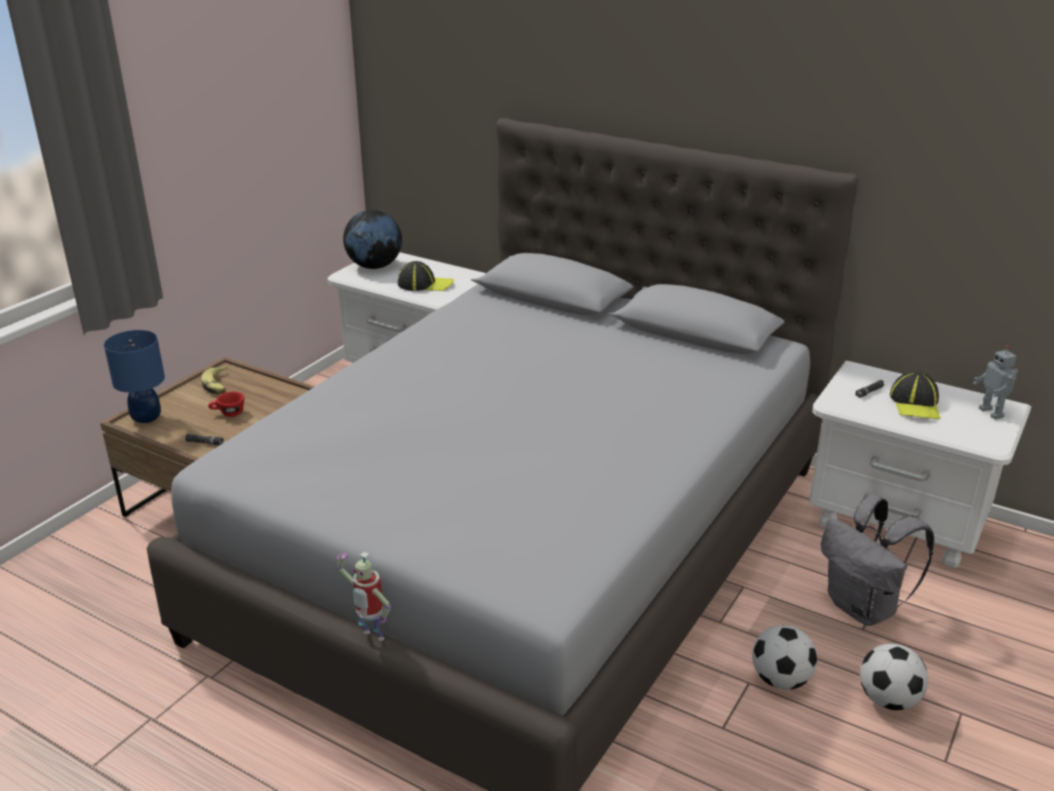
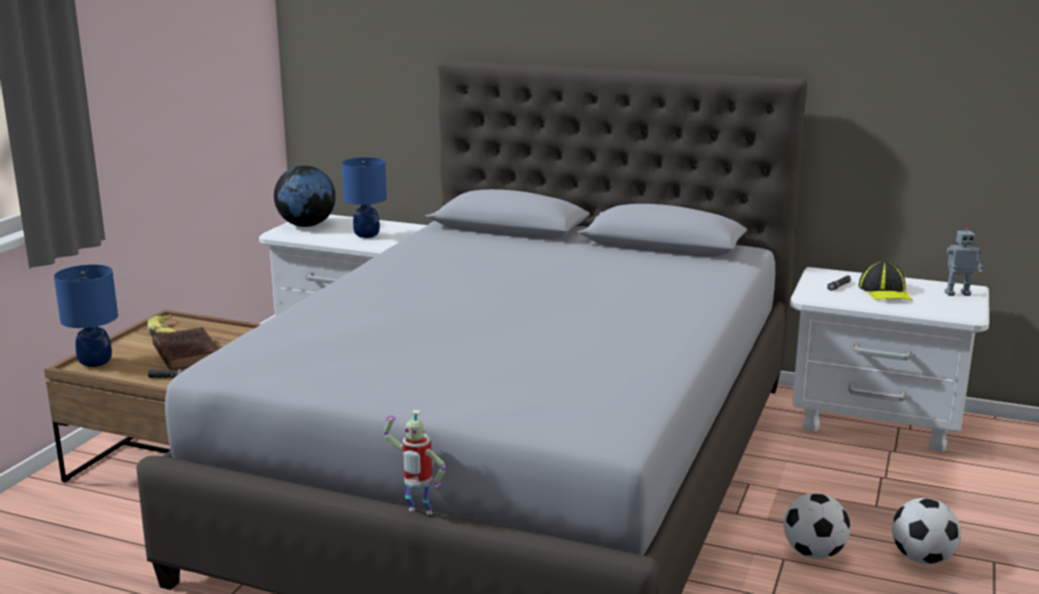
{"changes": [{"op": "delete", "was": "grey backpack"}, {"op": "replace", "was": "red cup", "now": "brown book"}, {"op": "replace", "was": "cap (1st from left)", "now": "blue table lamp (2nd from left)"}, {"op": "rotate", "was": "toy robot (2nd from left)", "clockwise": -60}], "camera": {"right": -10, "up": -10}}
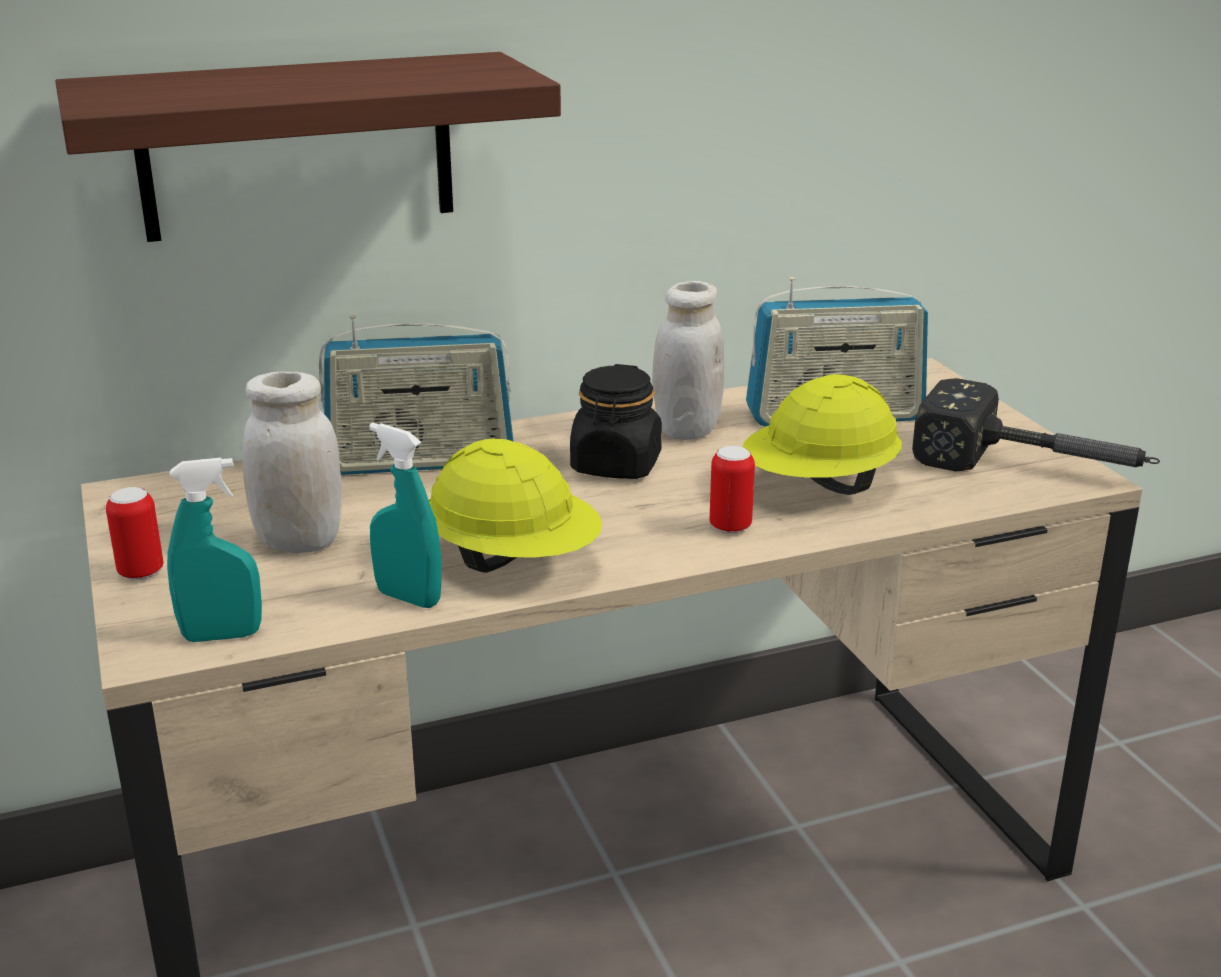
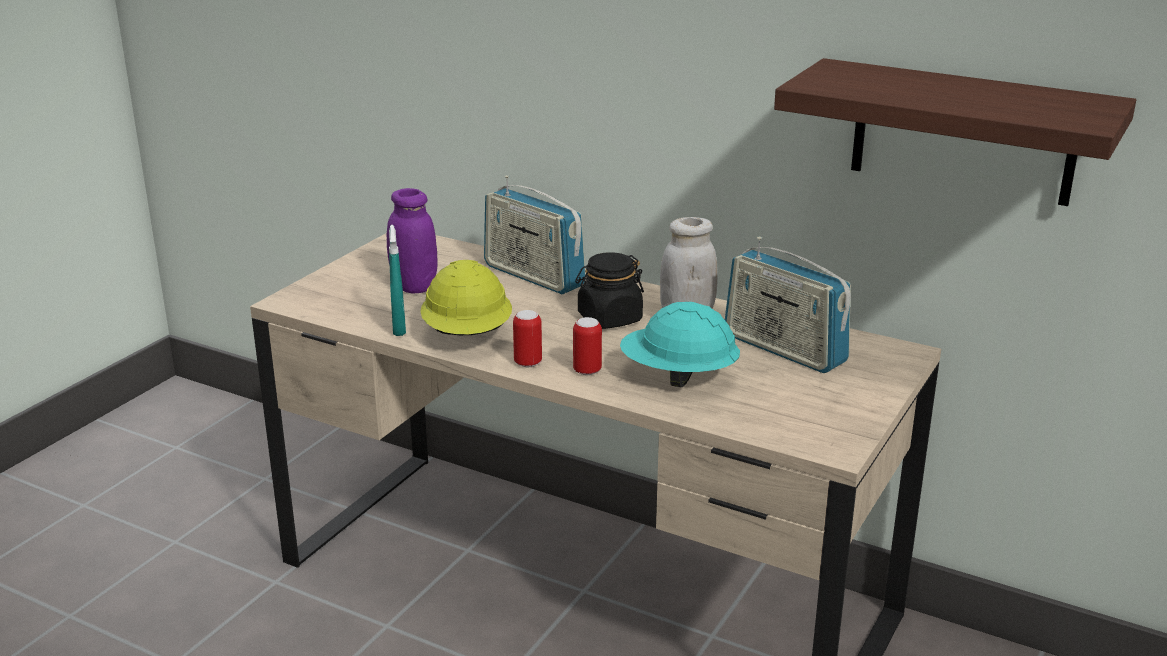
{"changes": [{"op": "delete", "was": "turquoise spray bottle (1st from left)"}, {"op": "delete", "was": "hammer"}, {"op": "move", "was": "shelf"}, {"op": "move", "was": "can (1st from left)"}, {"op": "recolor", "was": "white jar (1st from left)", "now": "purple jar"}, {"op": "recolor", "was": "yellow hard hat (2nd from left)", "now": "turquoise hard hat"}], "camera": {"right": 50, "up": 0}}
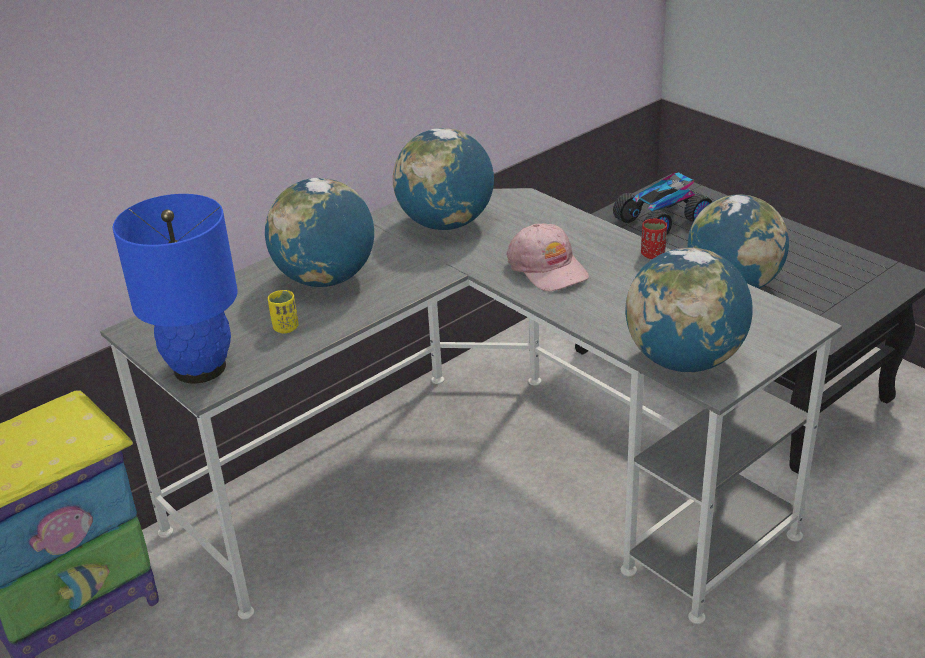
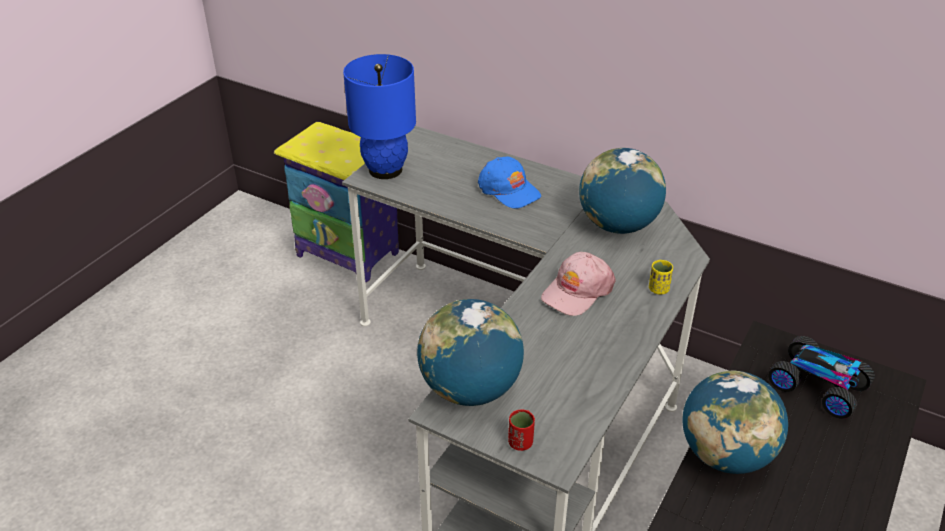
{"changes": [{"op": "move", "was": "yellow cup"}, {"op": "move", "was": "red cup"}, {"op": "replace", "was": "globe (1st from left)", "now": "blue cap"}], "camera": {"right": 70, "up": 5}}
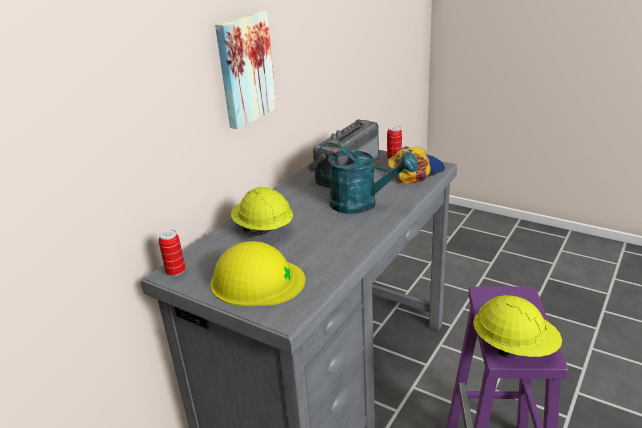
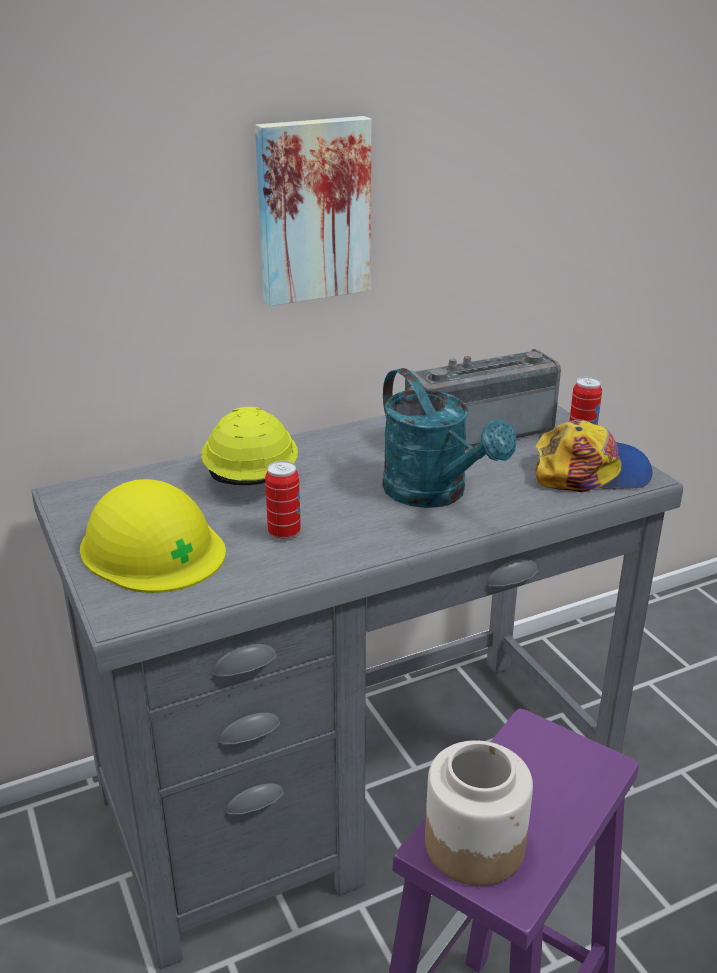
{"changes": [{"op": "move", "was": "can (1st from left)"}, {"op": "replace", "was": "yellow hard hat (3rd from left)", "now": "jar"}], "camera": {"right": 30, "up": 0}}
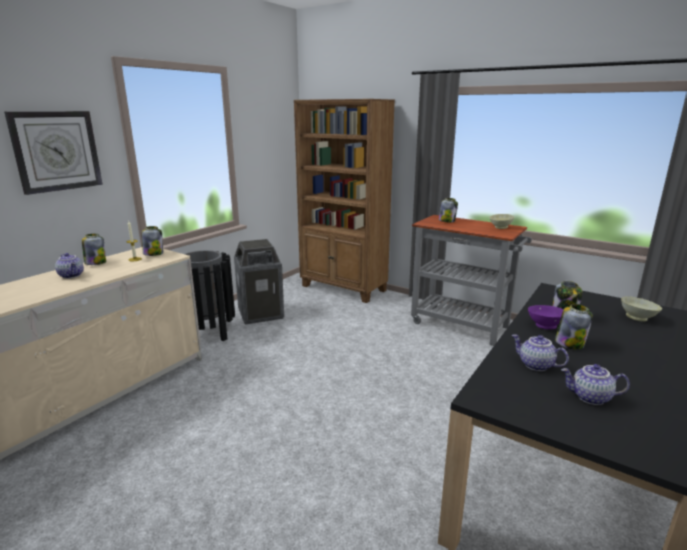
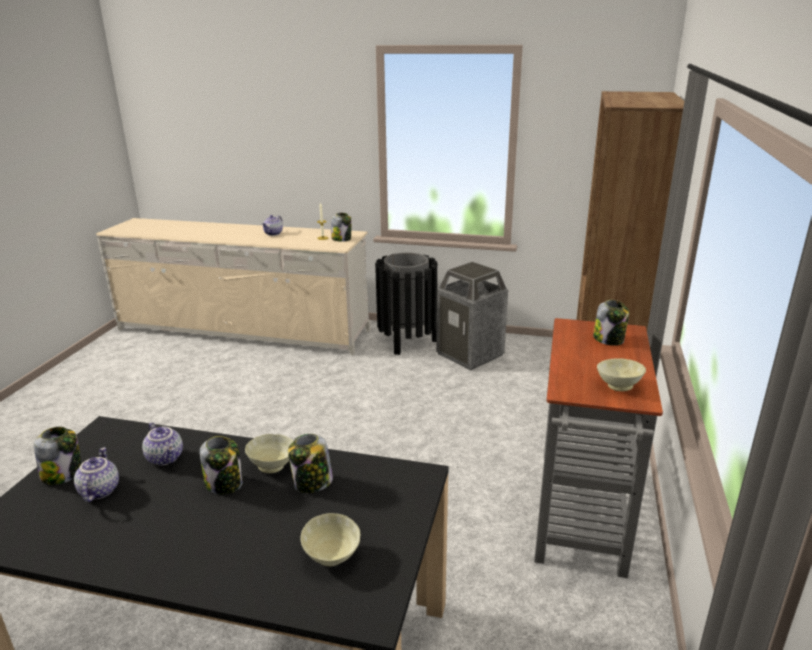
{"changes": [{"op": "delete", "was": "wall clock"}, {"op": "move", "was": "jar (1st from left)"}, {"op": "recolor", "was": "purple bowl", "now": "beige bowl (1st from left)"}, {"op": "rotate", "was": "teapot (2nd from left)", "clockwise": 120}], "camera": {"right": 70, "up": 5}}
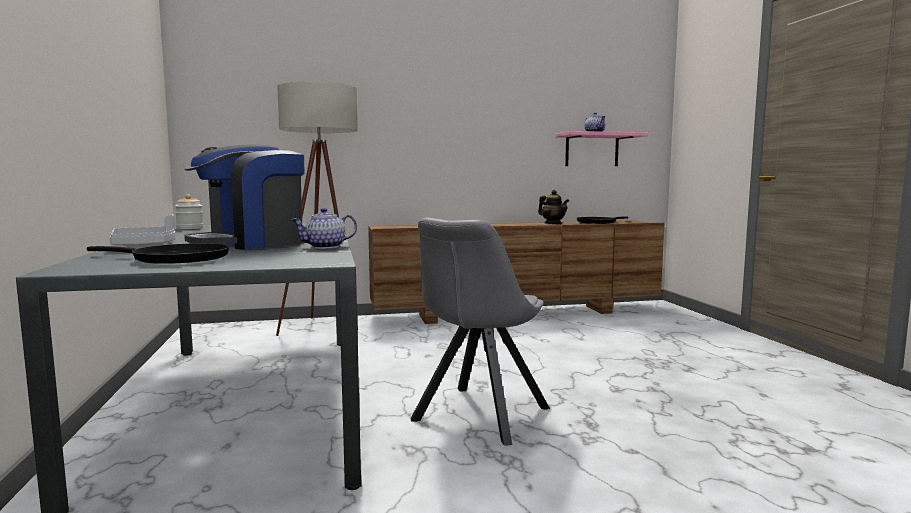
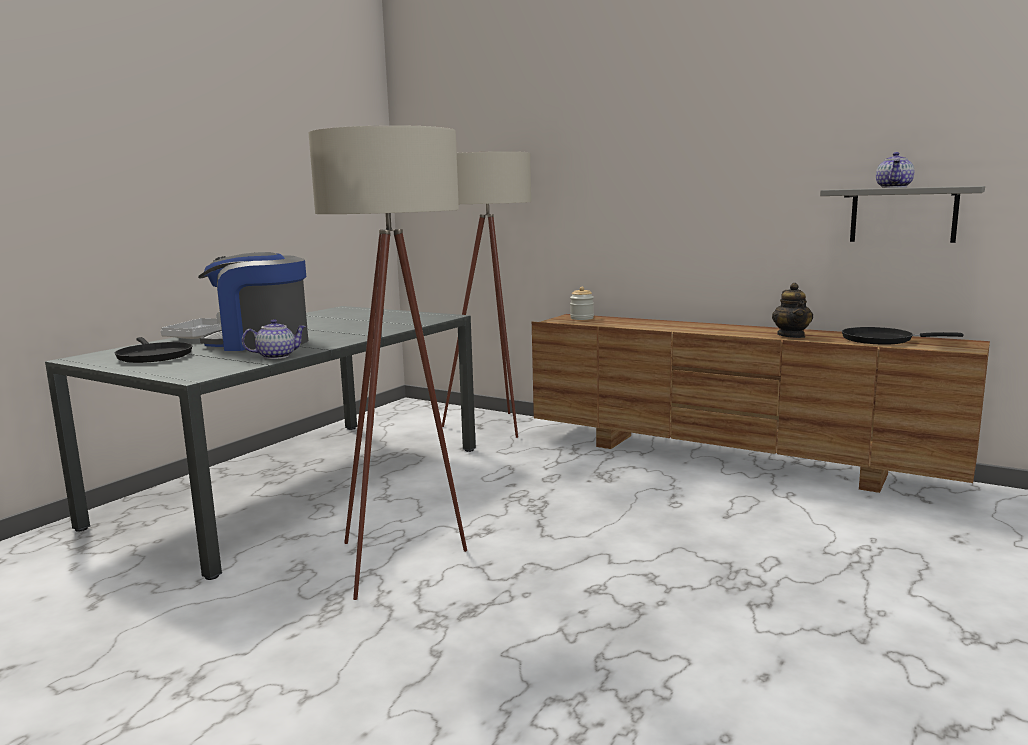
{"changes": [{"op": "move", "was": "jar"}, {"op": "replace", "was": "grey chair", "now": "beige floor lamp (1st from left)"}, {"op": "recolor", "was": "pink shelf", "now": "grey shelf"}, {"op": "rotate", "was": "teapot (1st from left)", "clockwise": 135}], "camera": {"right": 45, "up": 5}}
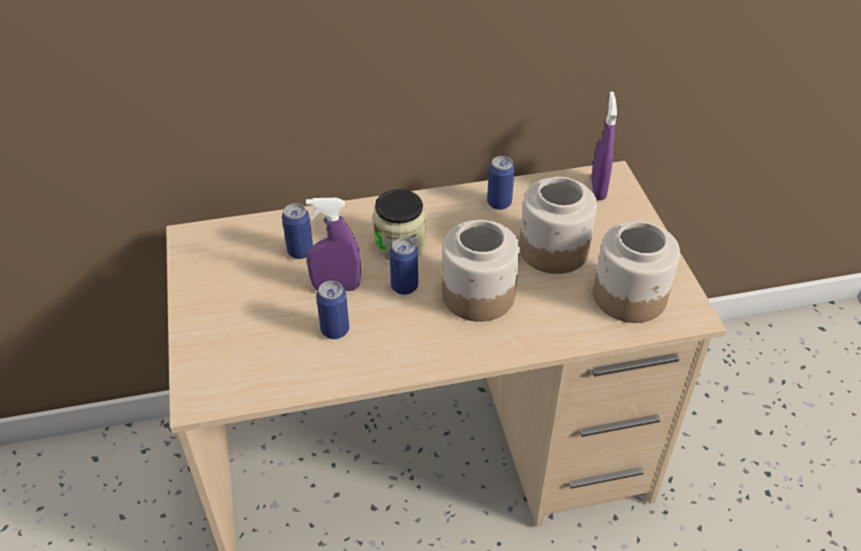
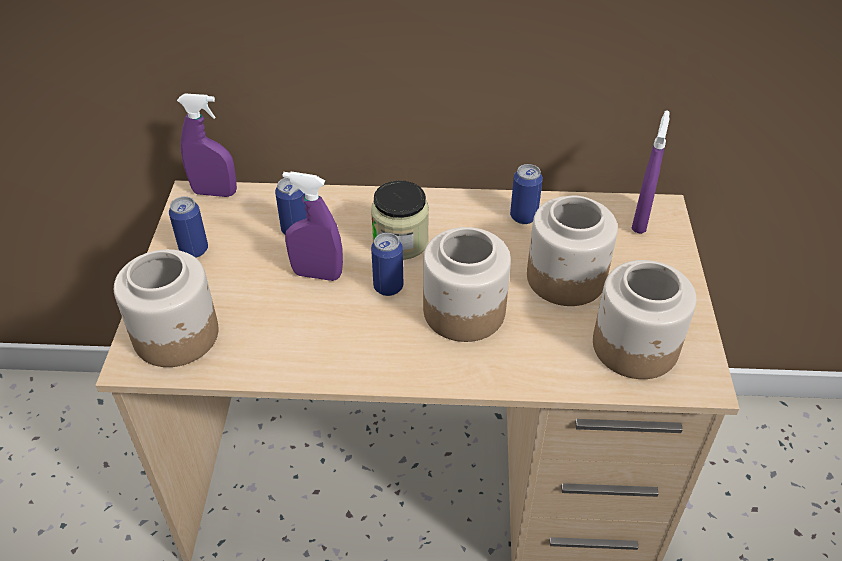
{"changes": [{"op": "insert", "now": "jar (1st from left)"}, {"op": "insert", "now": "purple spray bottle (1st from left)"}, {"op": "move", "was": "can (2nd from left in the first image)", "now": "can (1st from left)"}], "camera": {"right": 15, "up": 0}}
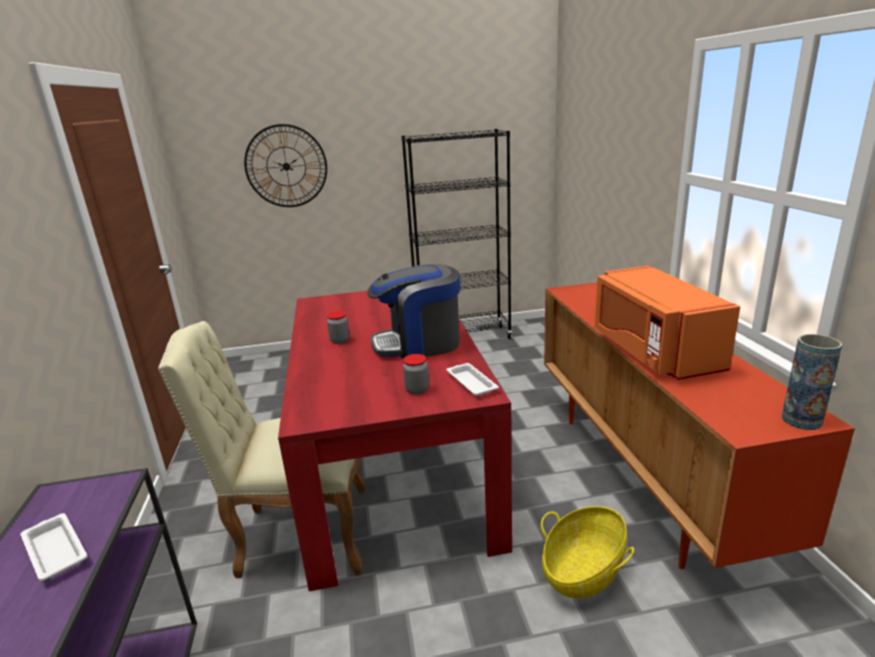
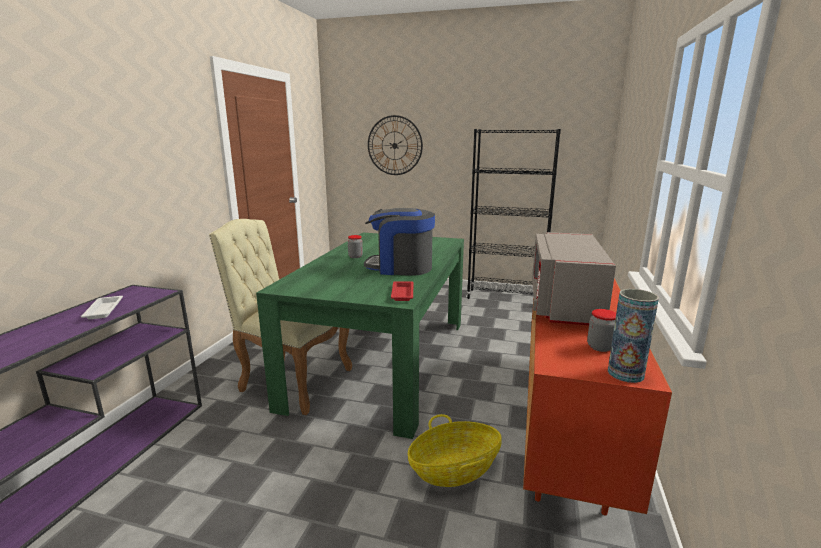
{"changes": [{"op": "move", "was": "jar (2nd from left)"}, {"op": "recolor", "was": "red dining table", "now": "green dining table"}, {"op": "recolor", "was": "white tray (2nd from left)", "now": "red tray"}, {"op": "recolor", "was": "orange microwave", "now": "grey microwave"}], "camera": {"right": 25, "up": -5}}
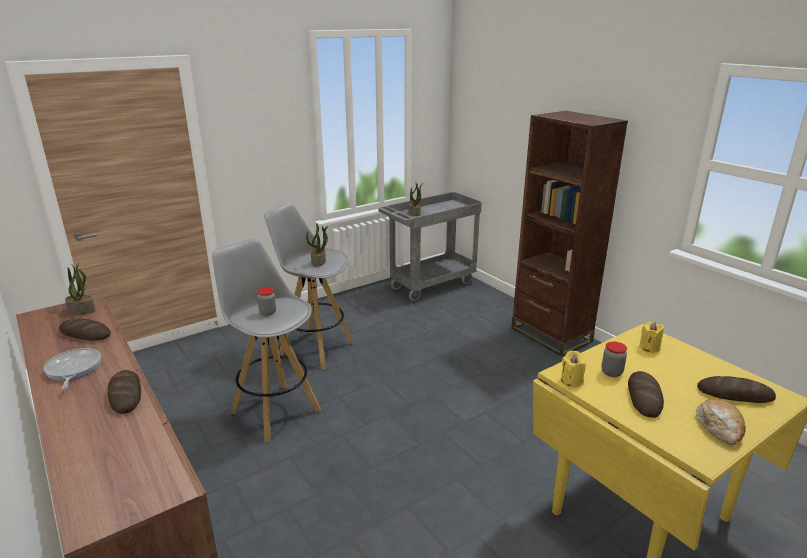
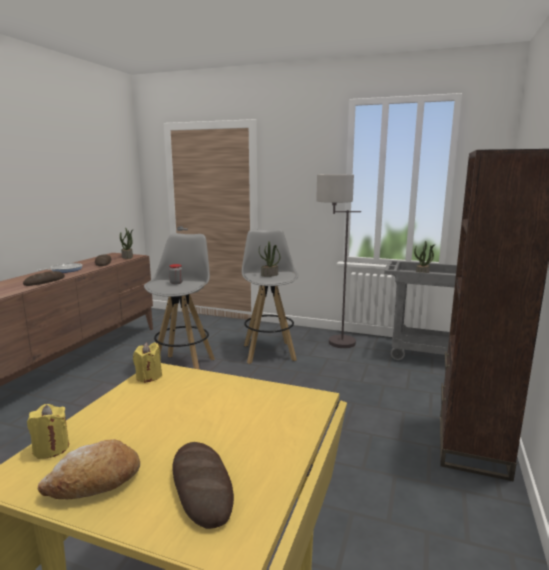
{"changes": [{"op": "delete", "was": "jar (2nd from left)"}, {"op": "delete", "was": "bread (3rd from left)"}, {"op": "insert", "now": "grey floor lamp"}, {"op": "move", "was": "yellow candle (2nd from left in the first image)", "now": "yellow candle (1st from left)"}], "camera": {"right": 55, "up": -10}}
